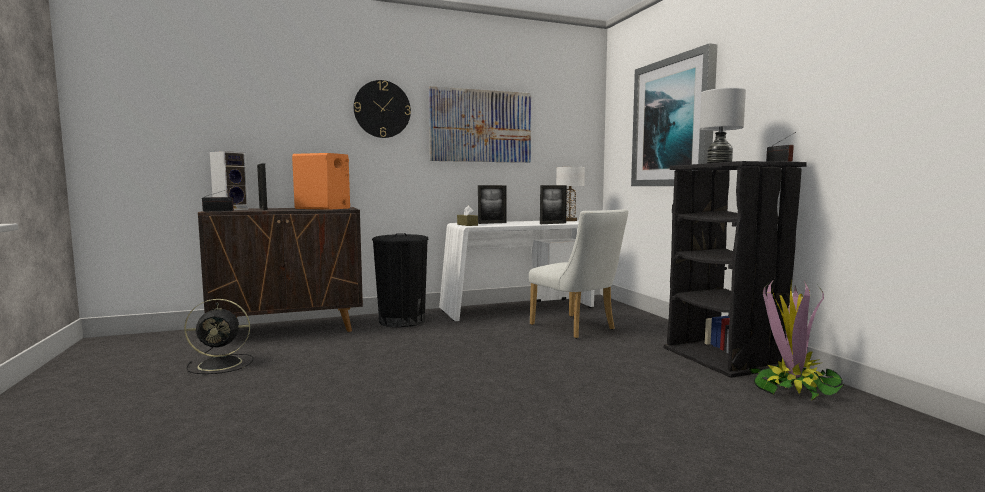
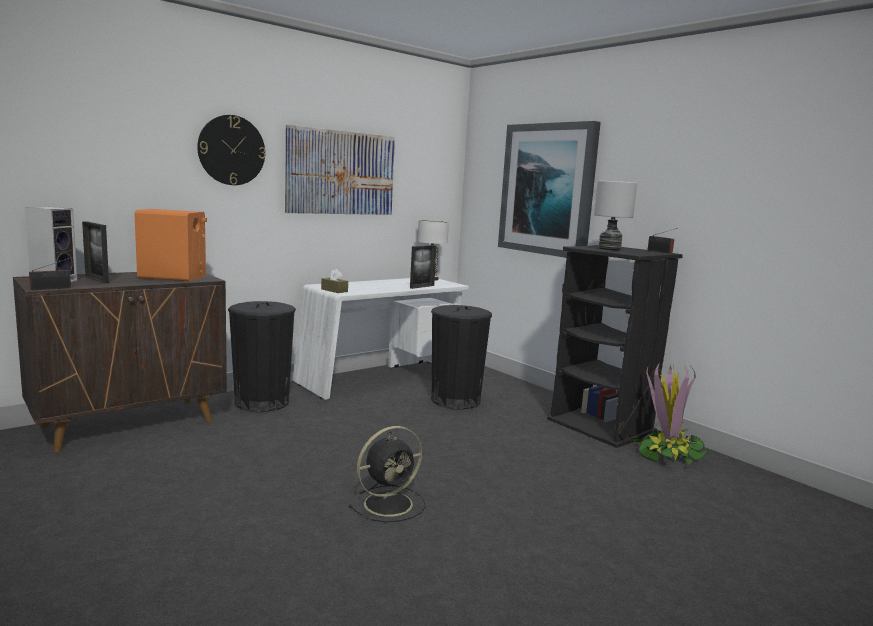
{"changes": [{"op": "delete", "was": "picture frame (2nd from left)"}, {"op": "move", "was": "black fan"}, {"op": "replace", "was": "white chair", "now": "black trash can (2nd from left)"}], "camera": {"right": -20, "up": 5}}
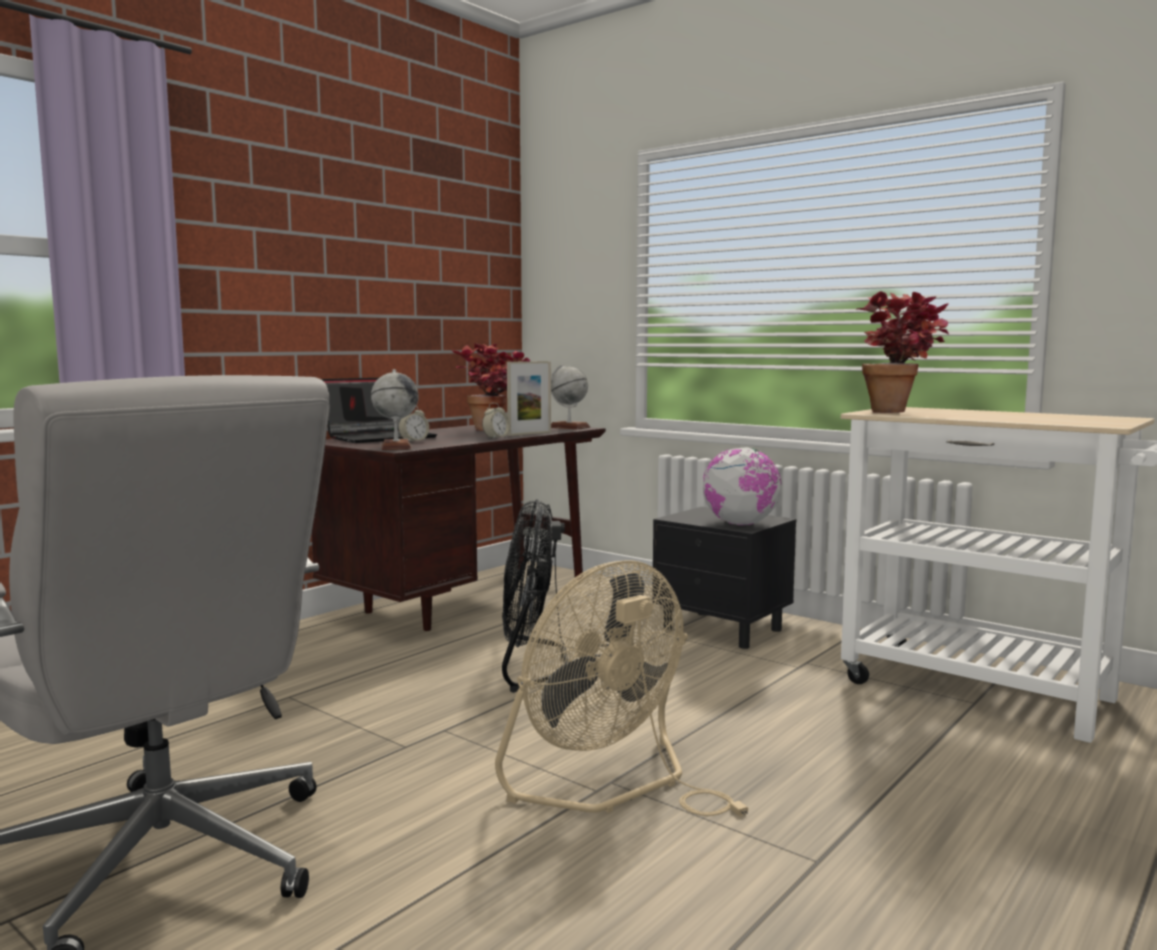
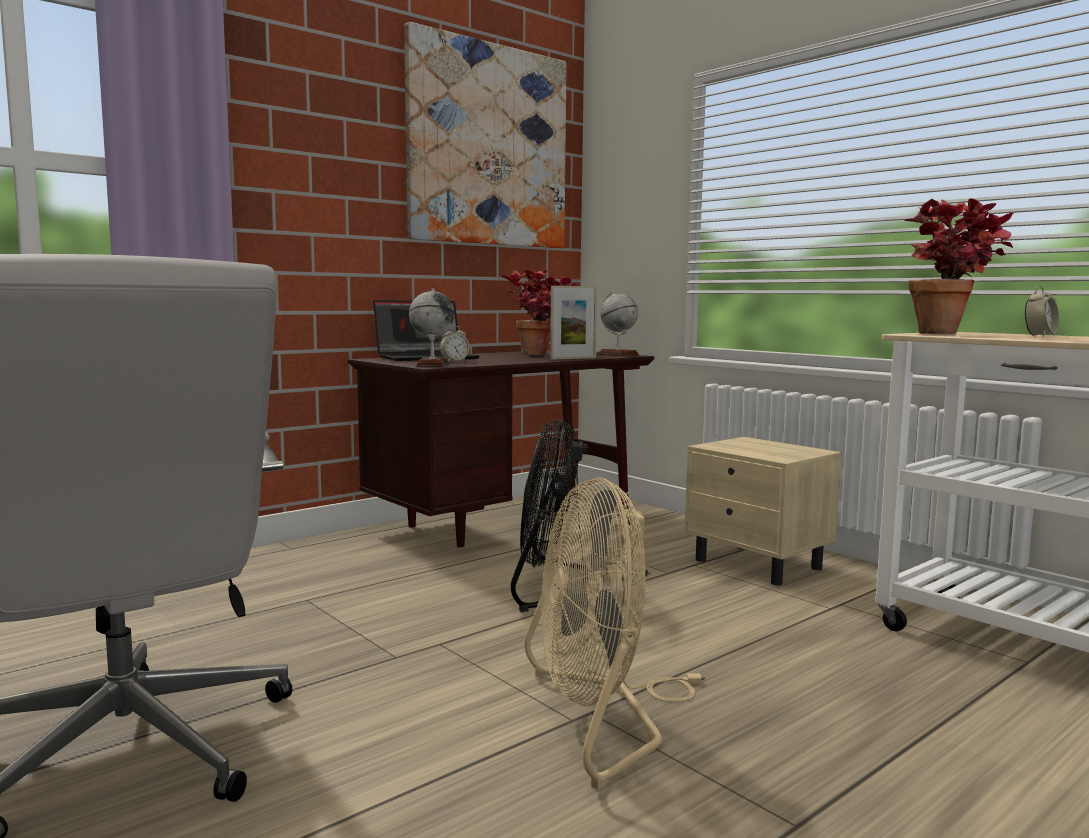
{"changes": [{"op": "delete", "was": "globe (3rd from left)"}, {"op": "insert", "now": "picture"}, {"op": "move", "was": "alarm clock (2nd from left)"}, {"op": "recolor", "was": "black nightstand", "now": "beige nightstand"}, {"op": "rotate", "was": "beige fan", "clockwise": -75}], "camera": {"right": 10, "up": 0}}
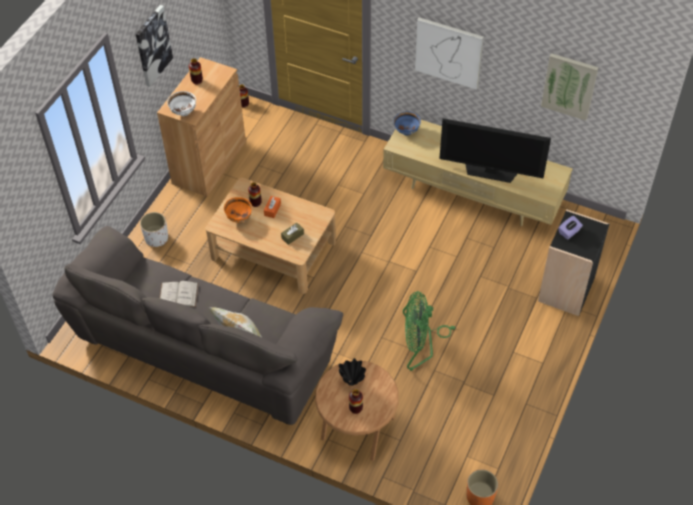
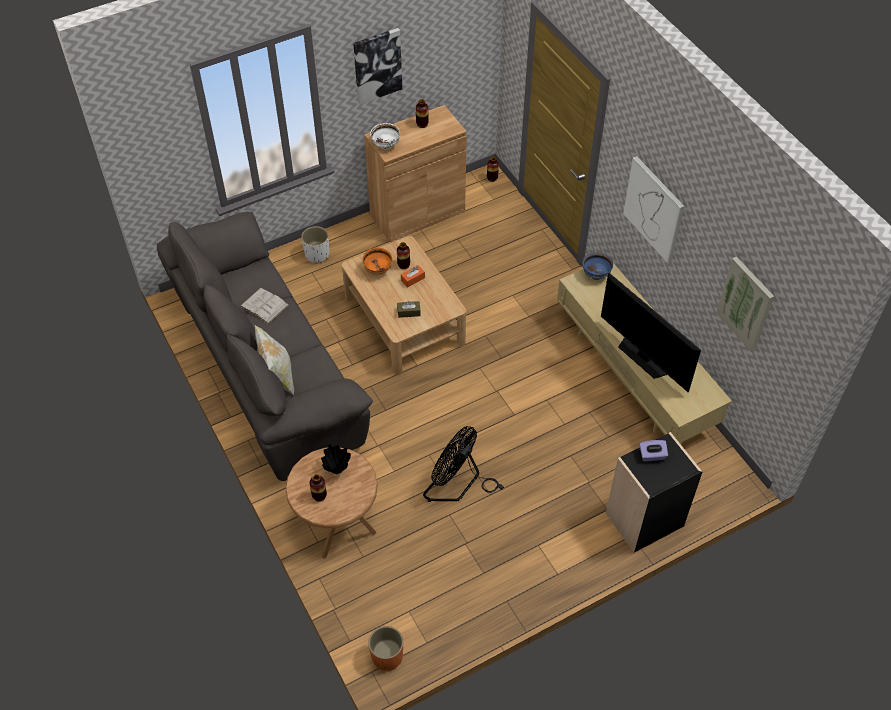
{"changes": [{"op": "recolor", "was": "green fan", "now": "black fan"}], "camera": {"right": 35, "up": 0}}
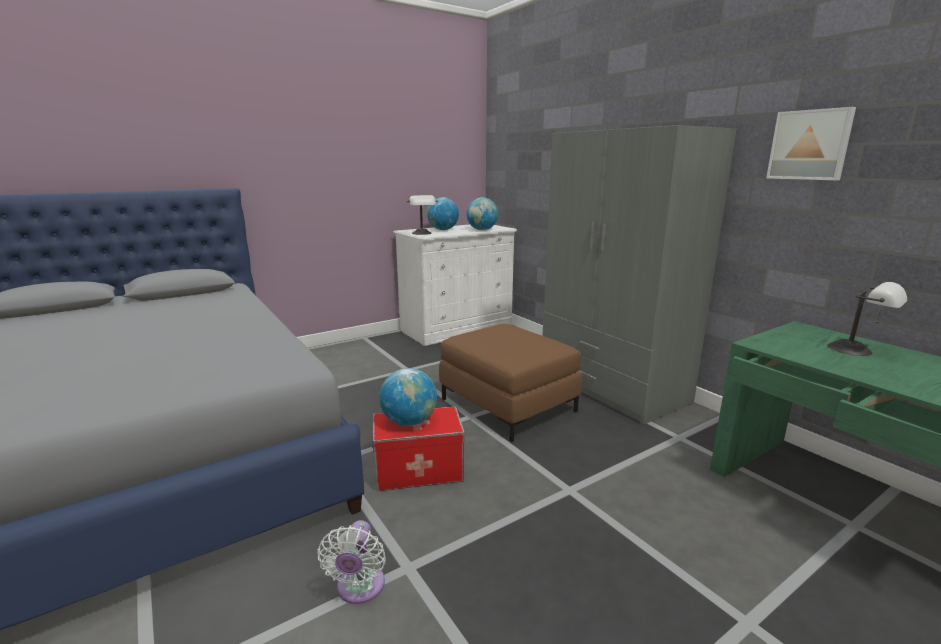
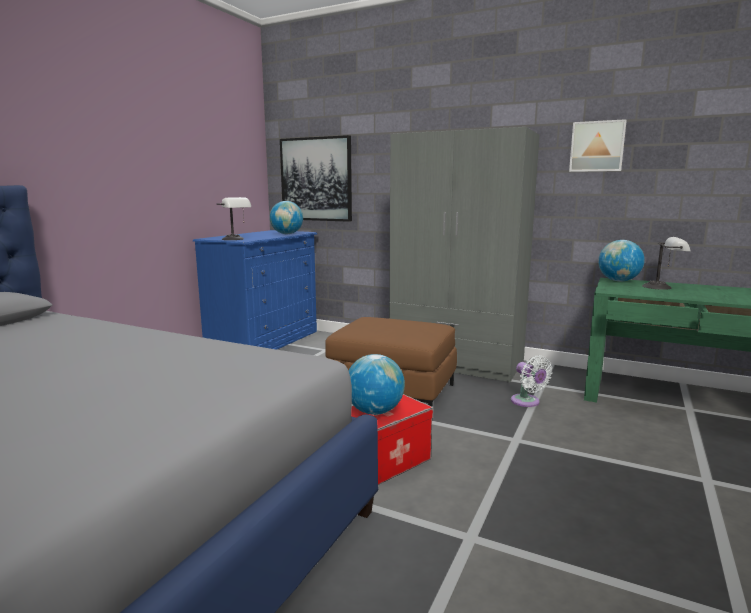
{"changes": [{"op": "insert", "now": "picture (1st from left)"}, {"op": "move", "was": "white fan"}, {"op": "move", "was": "globe (2nd from left in the first image)", "now": "globe (3rd from left)"}, {"op": "recolor", "was": "white dresser", "now": "blue dresser"}], "camera": {"right": -30, "up": -5}}
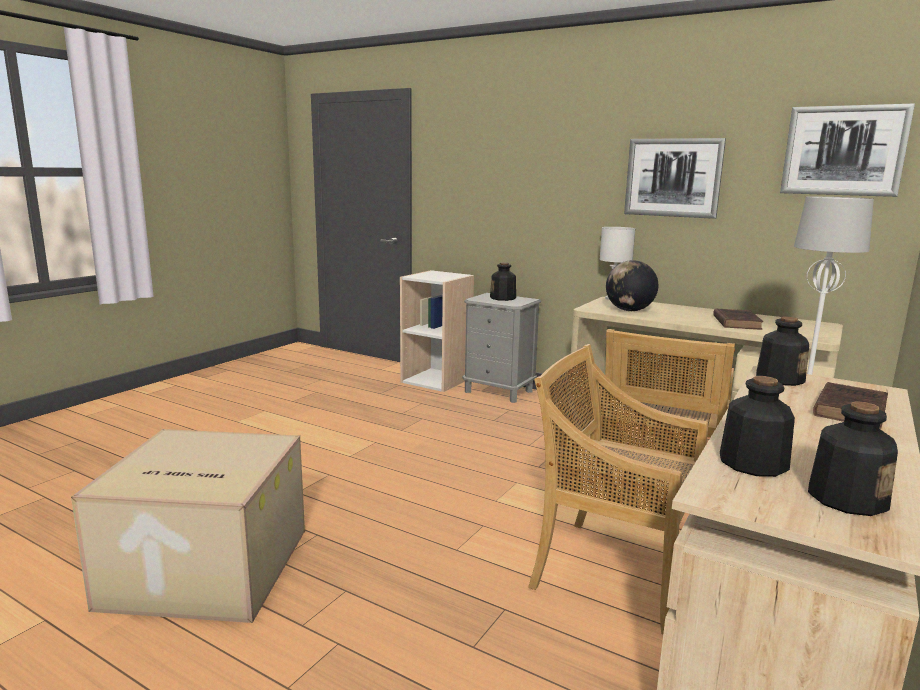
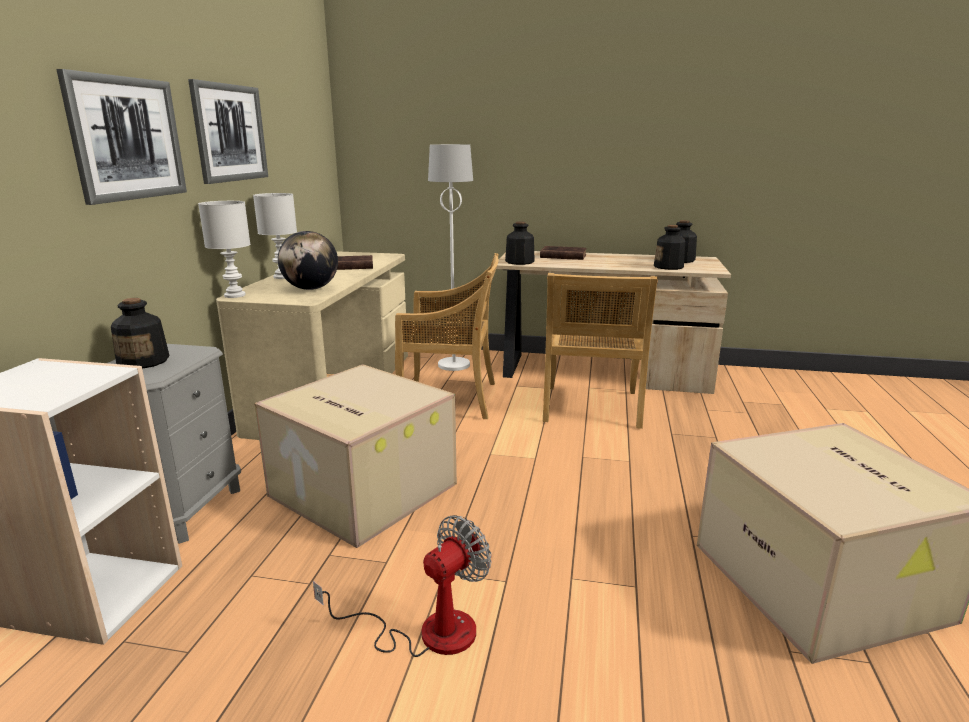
{"changes": [{"op": "insert", "now": "white table lamp (2nd from left)"}, {"op": "insert", "now": "cardboard box (1st from left)"}, {"op": "insert", "now": "fan"}, {"op": "move", "was": "picture (2nd from left in the first image)", "now": "picture (1st from left)"}], "camera": {"right": -110, "up": 5}}
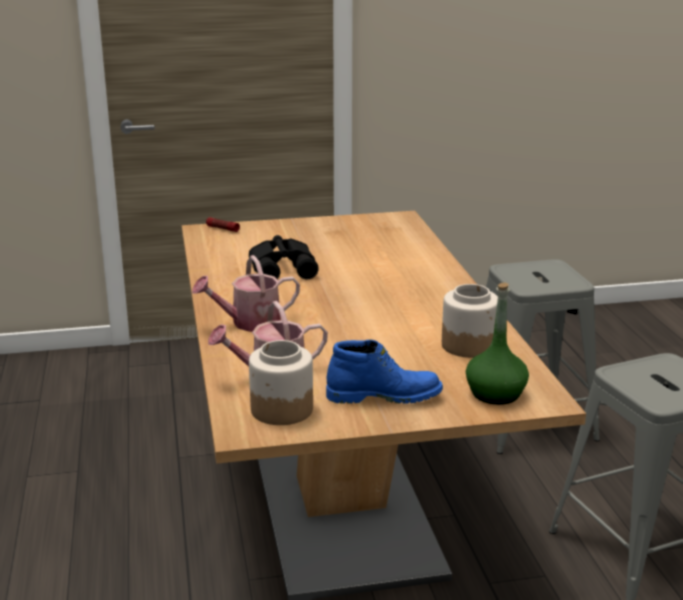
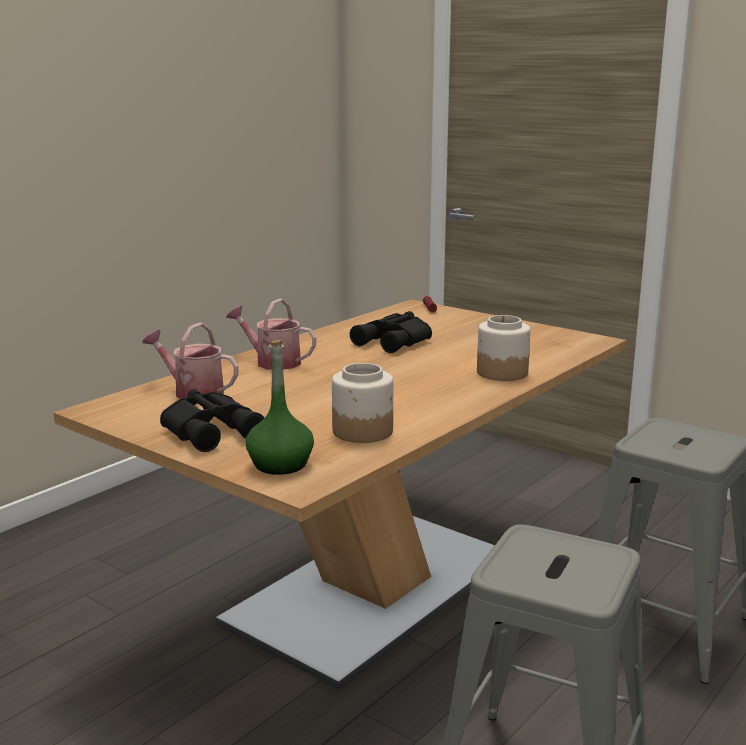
{"changes": [{"op": "move", "was": "jar (1st from left in the first image)", "now": "jar (2nd from left)"}, {"op": "replace", "was": "blue boot", "now": "black binoculars (1st from left)"}], "camera": {"right": 50, "up": -5}}
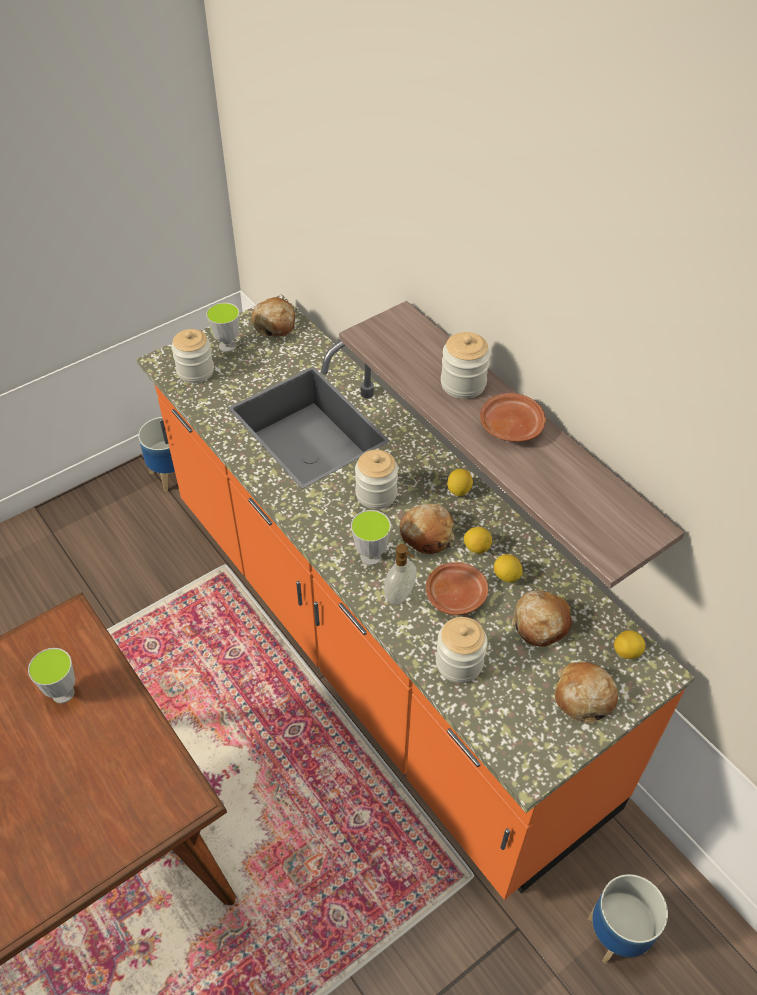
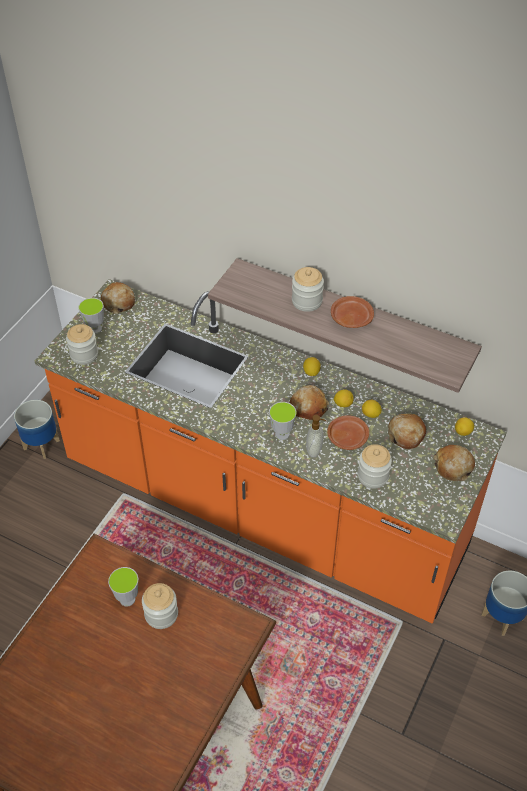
{"changes": [{"op": "move", "was": "jar (2nd from left)"}], "camera": {"right": -25, "up": 0}}
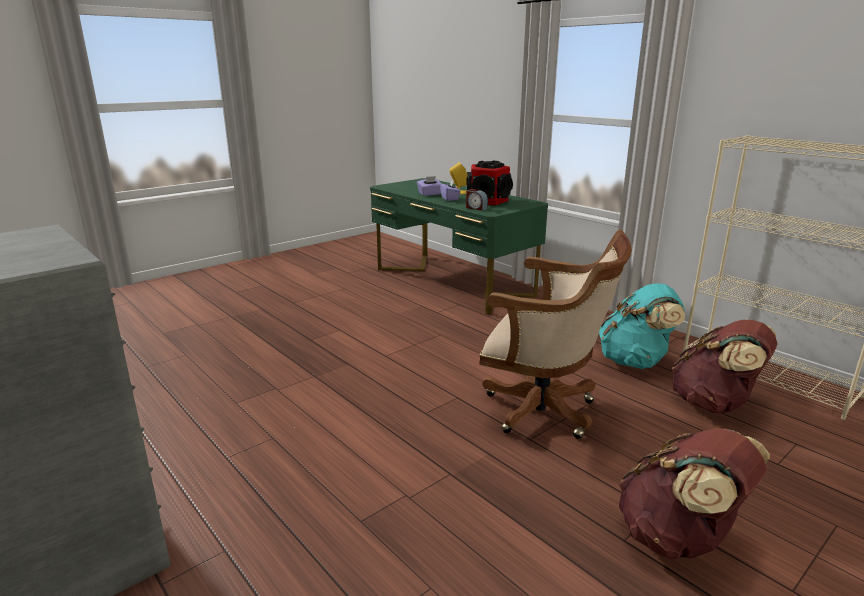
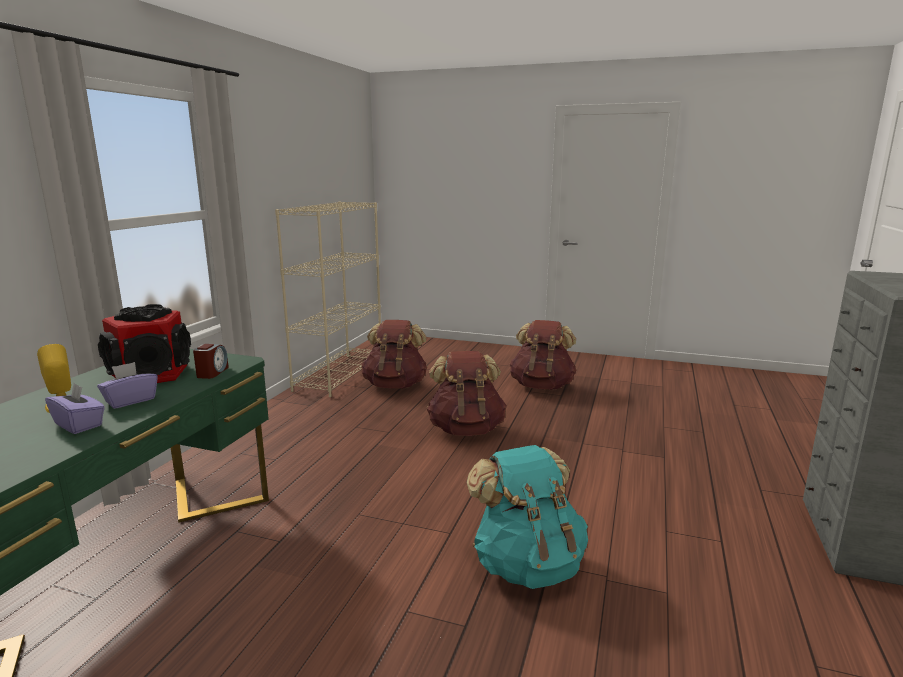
{"changes": [{"op": "move", "was": "turquoise backpack"}, {"op": "replace", "was": "office chair", "now": "brown backpack (2nd from left)"}], "camera": {"right": -120, "up": -5}}
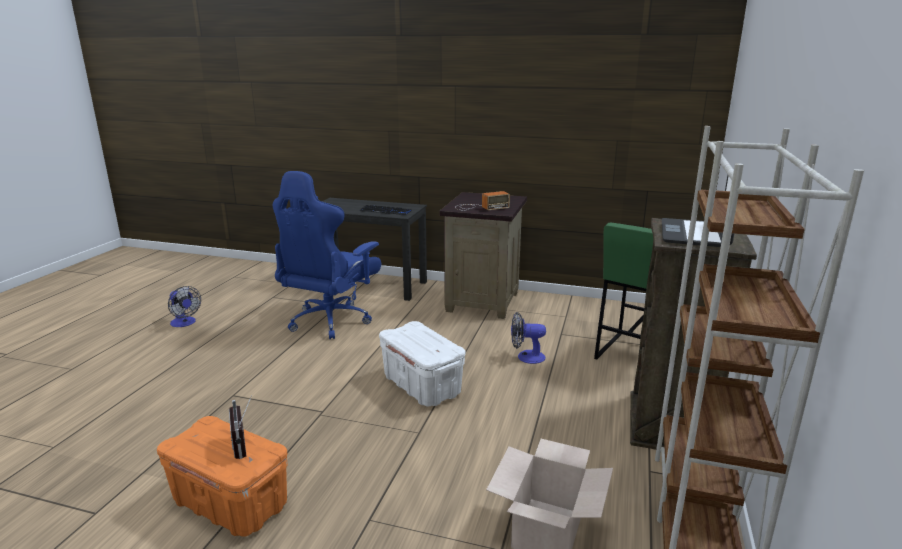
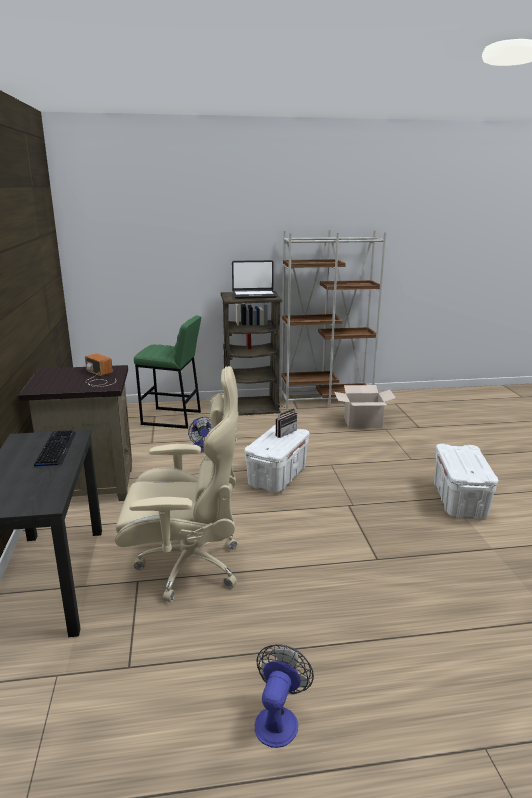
{"changes": [{"op": "move", "was": "radio (1st from left in the first image)", "now": "radio (2nd from left)"}, {"op": "recolor", "was": "orange storage box", "now": "white storage box (2nd from left)"}, {"op": "recolor", "was": "blue office chair", "now": "beige office chair"}], "camera": {"right": -115, "up": 0}}
